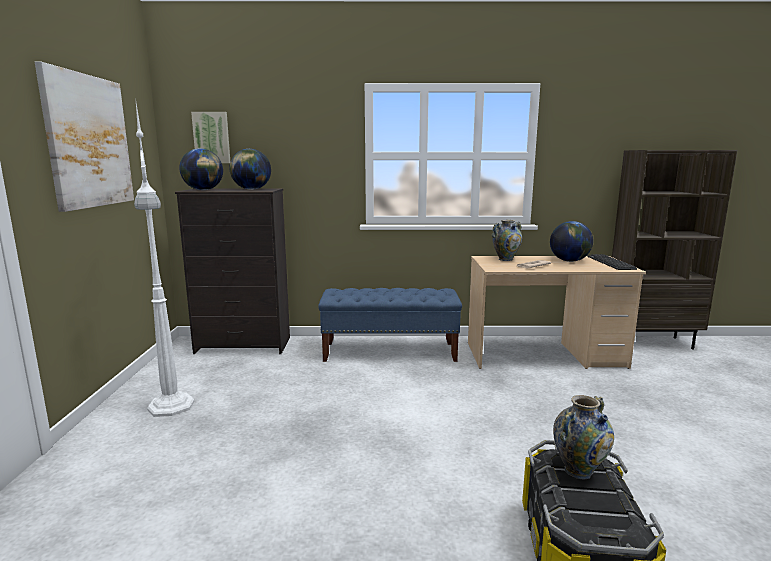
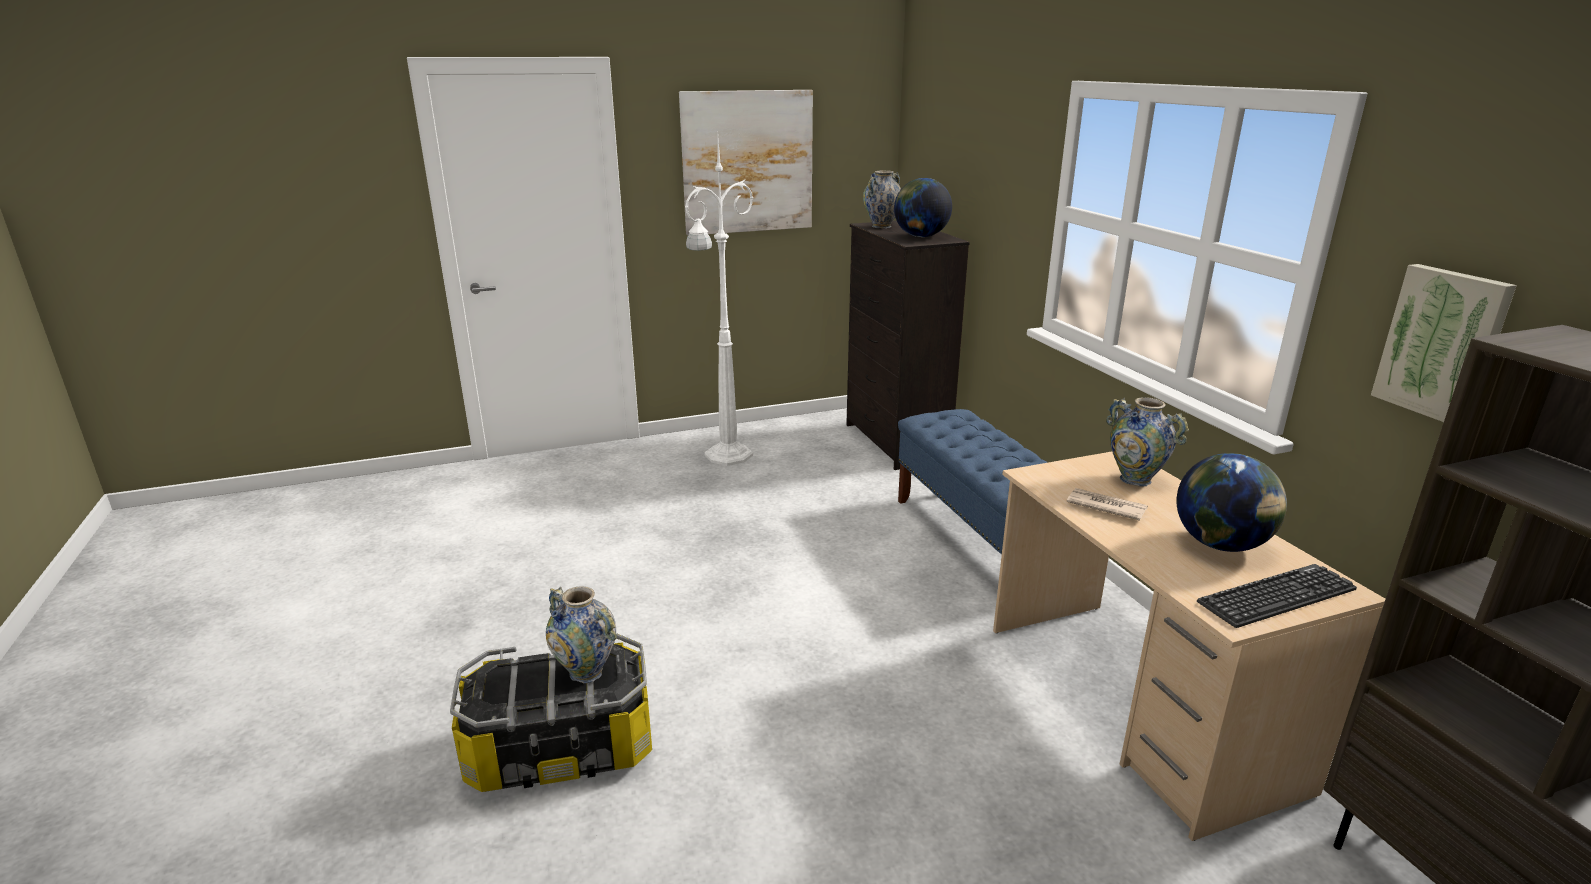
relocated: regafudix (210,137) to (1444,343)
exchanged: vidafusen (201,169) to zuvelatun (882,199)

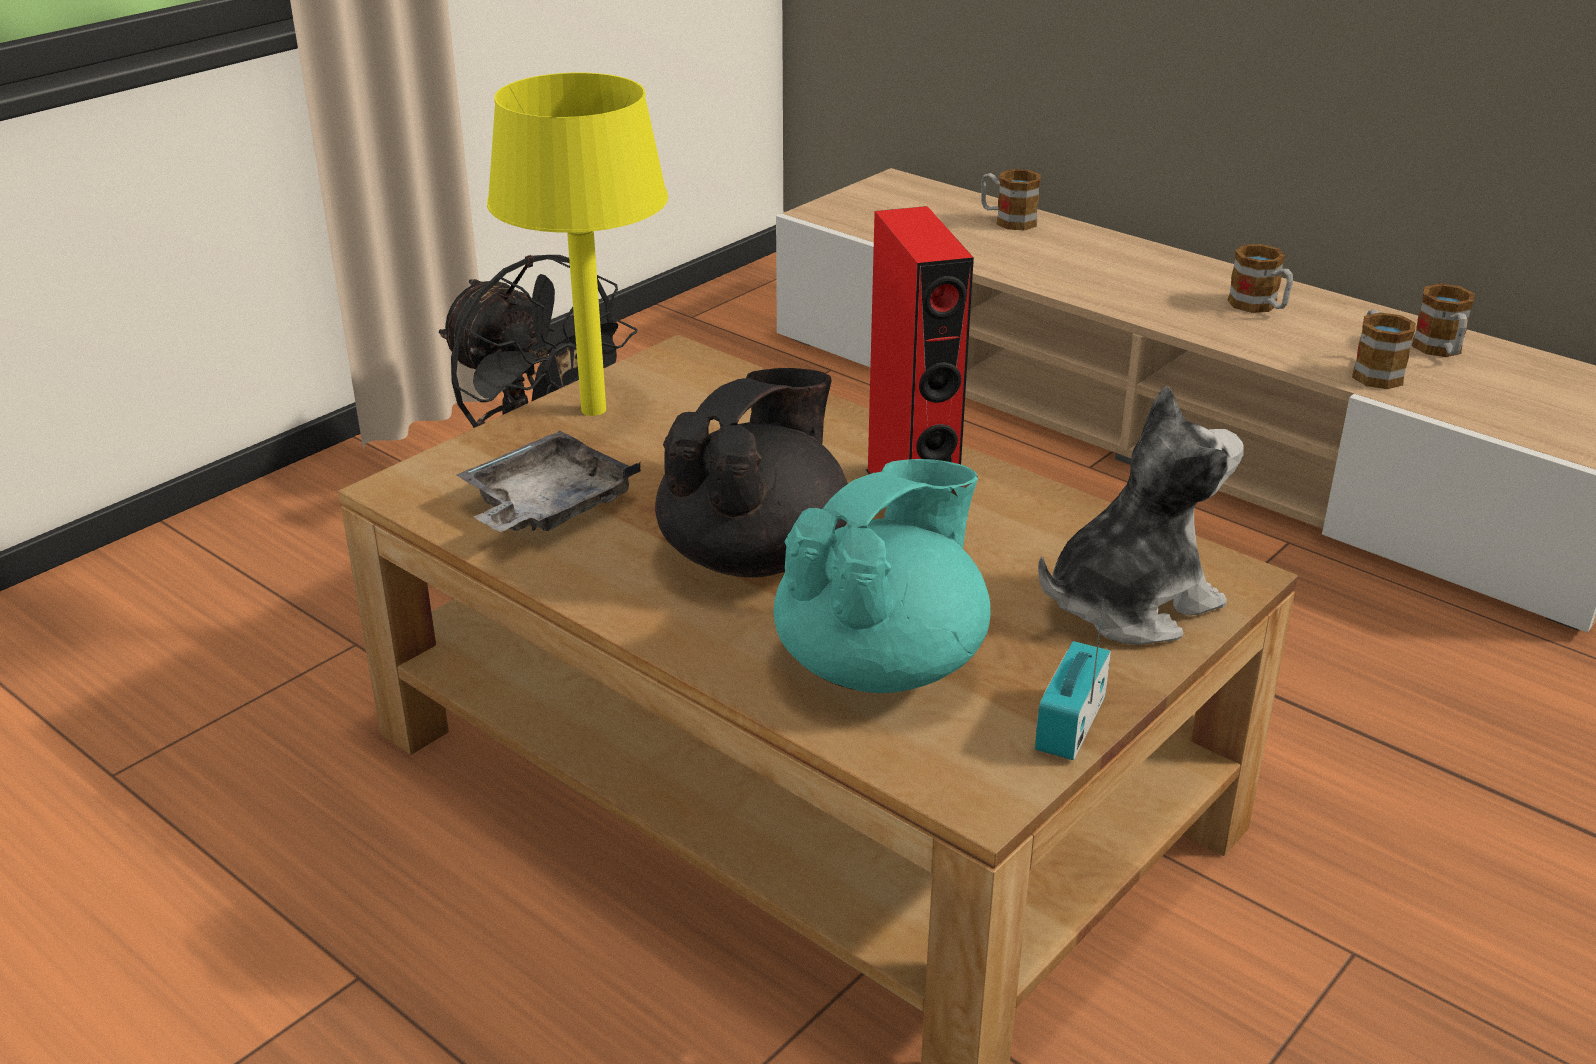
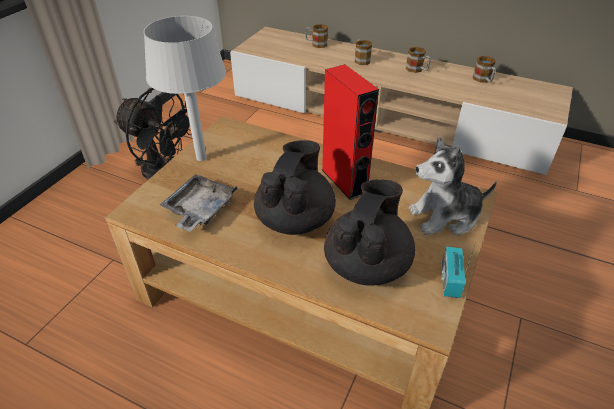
relocated: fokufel (1384,349) to (363,52)
colour: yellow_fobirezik (577,244) to grey_fobirezik (185,88); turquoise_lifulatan (882,576) to black_lifulatan (369,232)
spun: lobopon (1141,515) = (453,186) 150 degrees counterclockwise

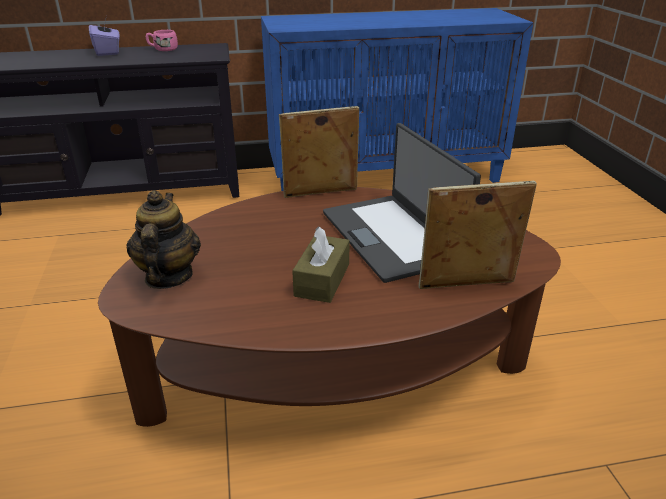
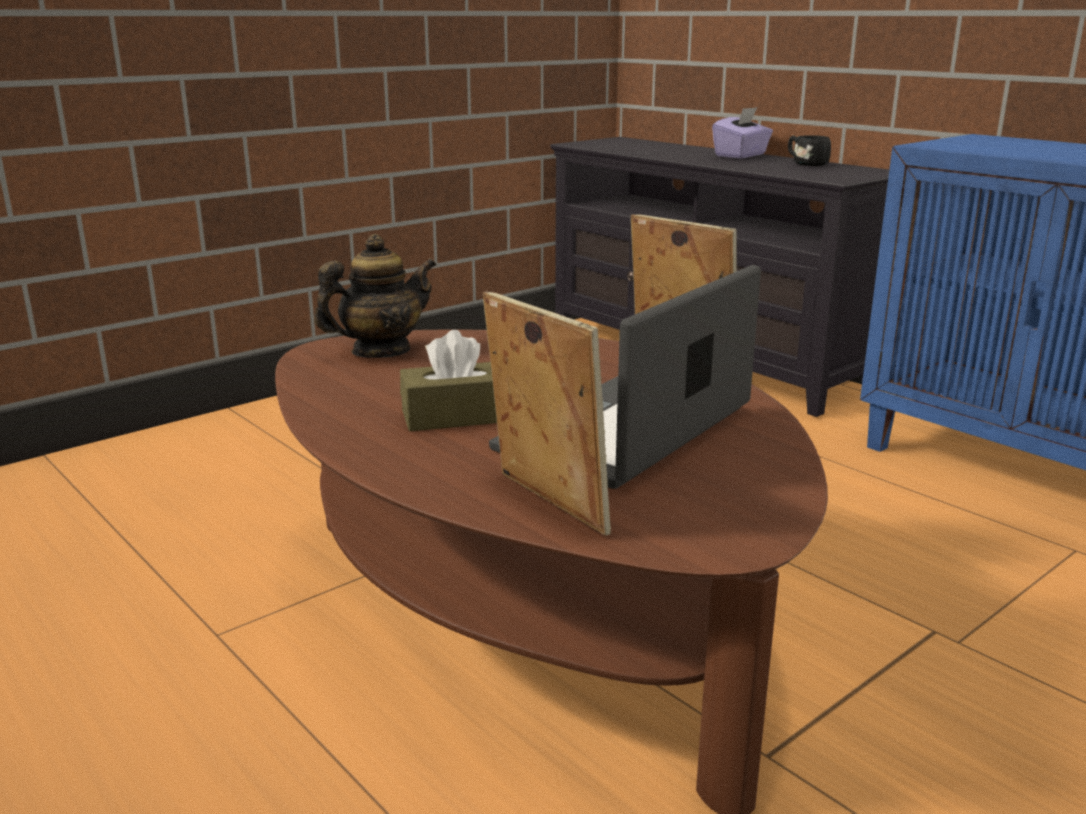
colour: pink_fokufel (162,40) to black_fokufel (809,150)

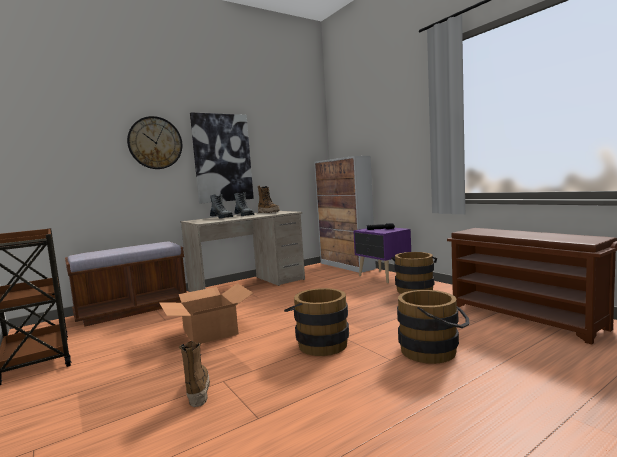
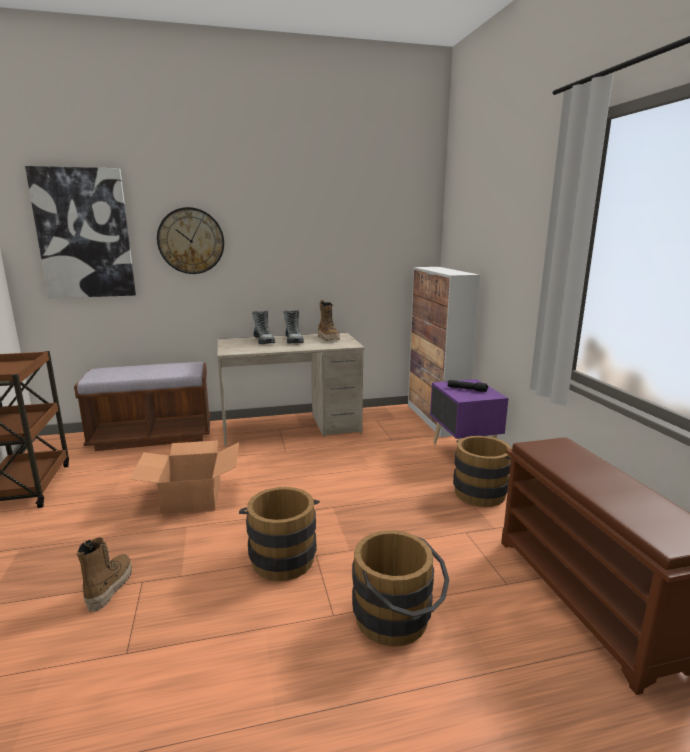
relocated: regafudix (222,158) to (80,232)

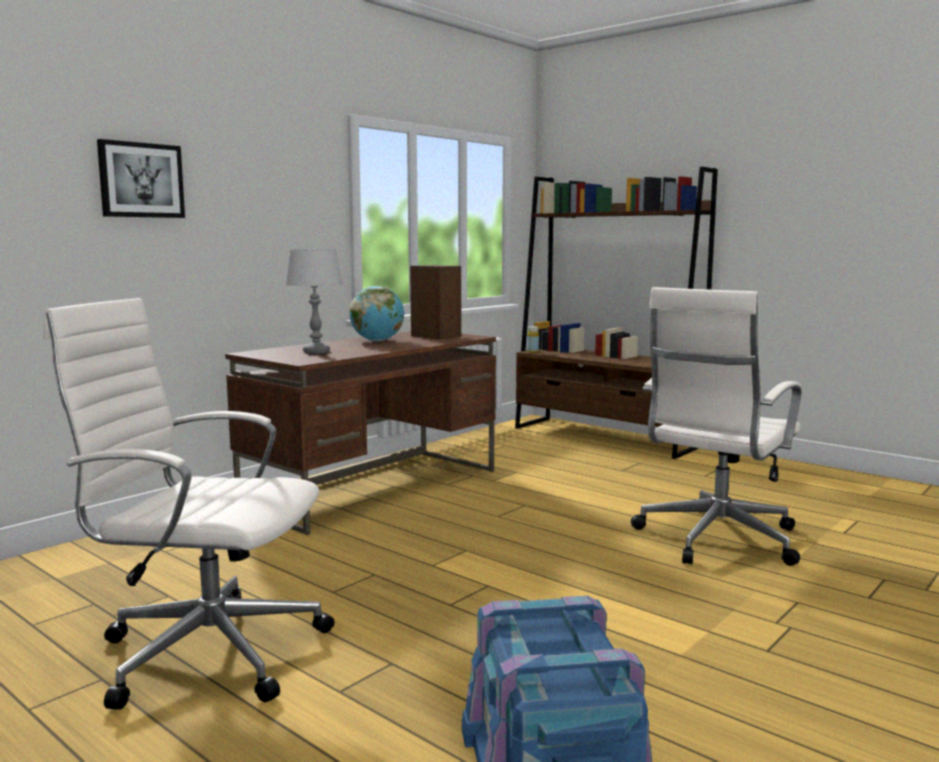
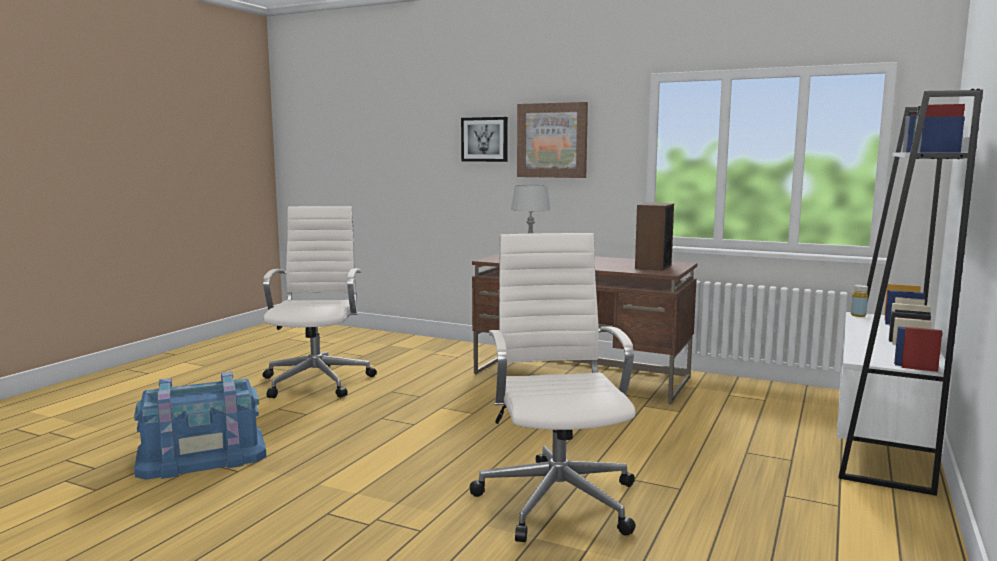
missing: vidafusen (376,313)
appeared: regafudix (552,140)
colour: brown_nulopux (616,313) to white_nulopux (910,292)
spun: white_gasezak (716,426) = (552,387) 60 degrees clockwise

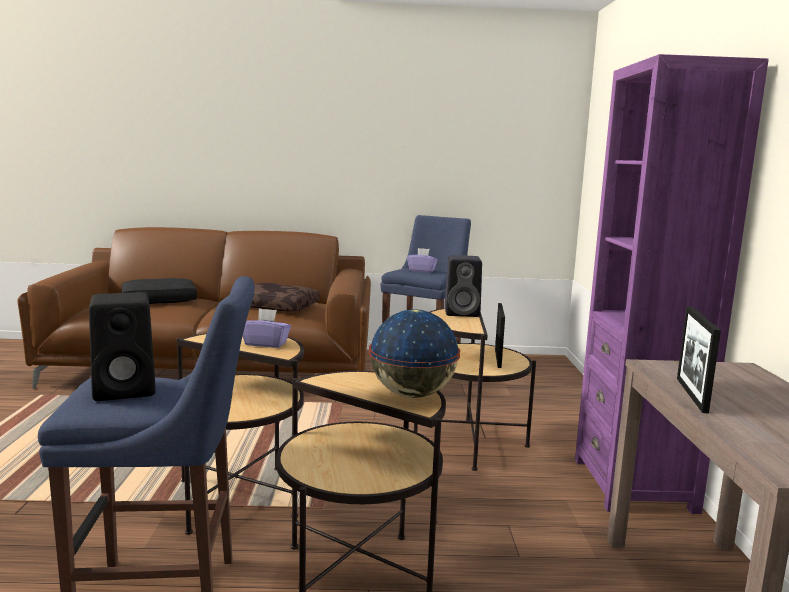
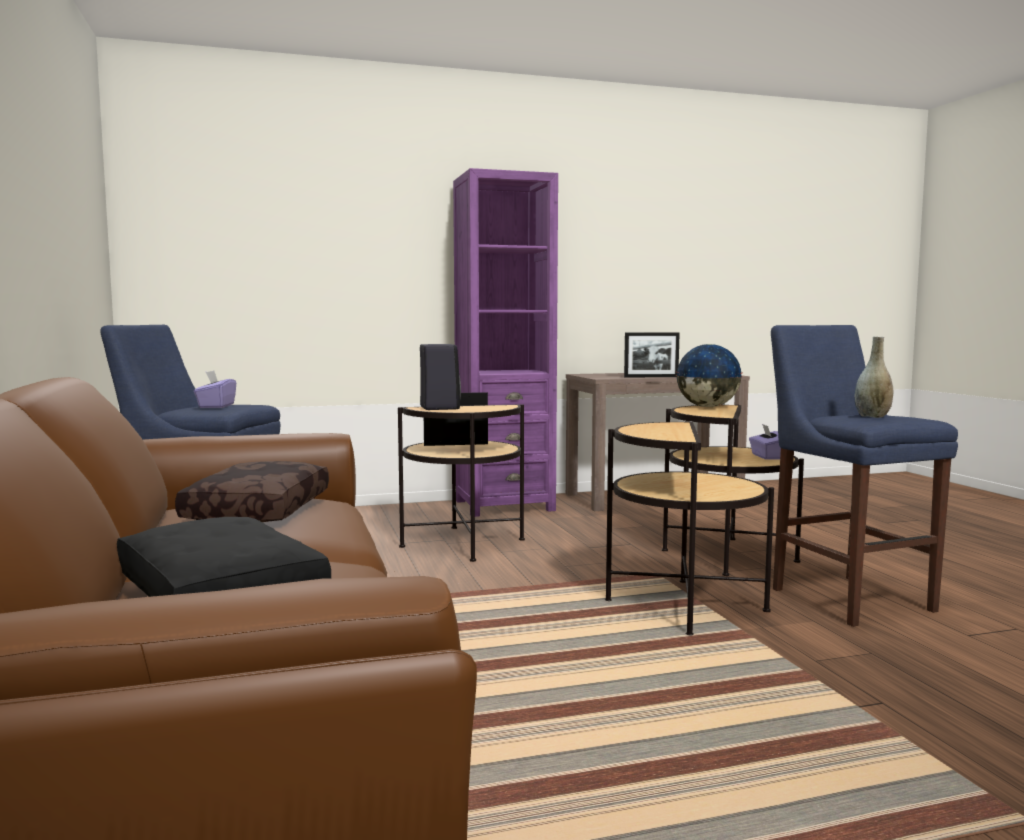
relocated: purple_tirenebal (267,328) to (765,442)
exchanged: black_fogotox (122,346) to grey_zuvelatun (873,377)

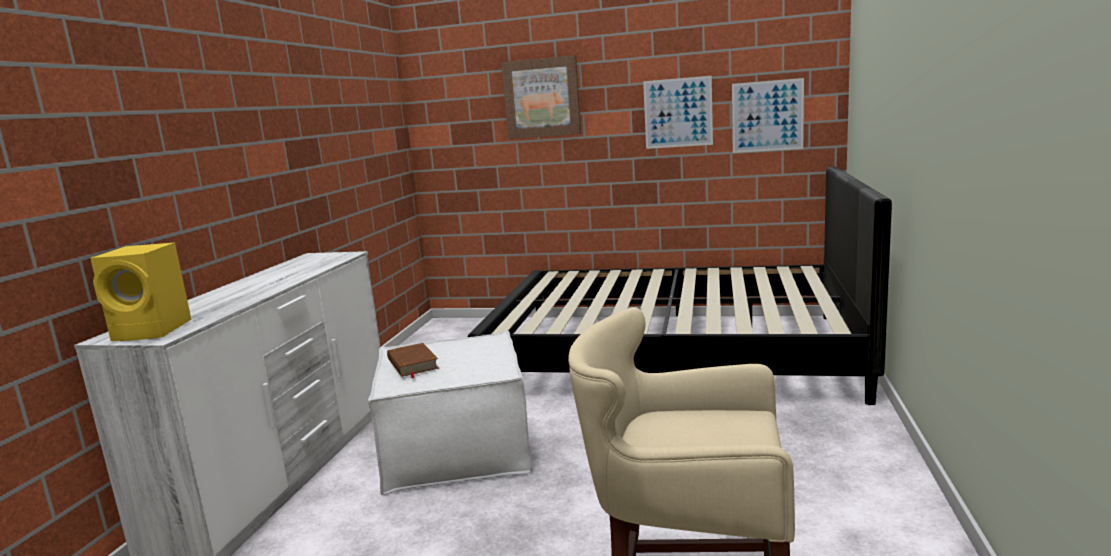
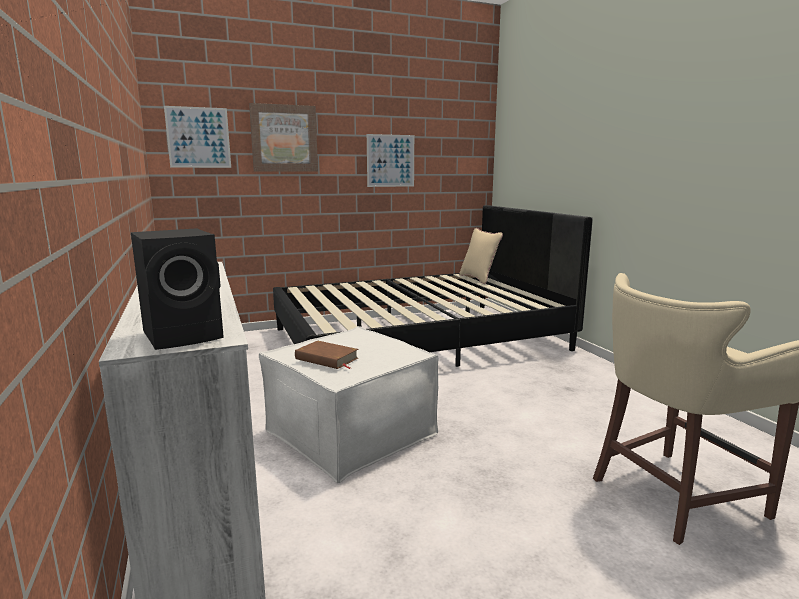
appeared: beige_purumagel (481,256)
relocated: regafudix (768,115) to (197,137)
colour: yellow_fogotox (141,292) to black_fogotox (177,289)

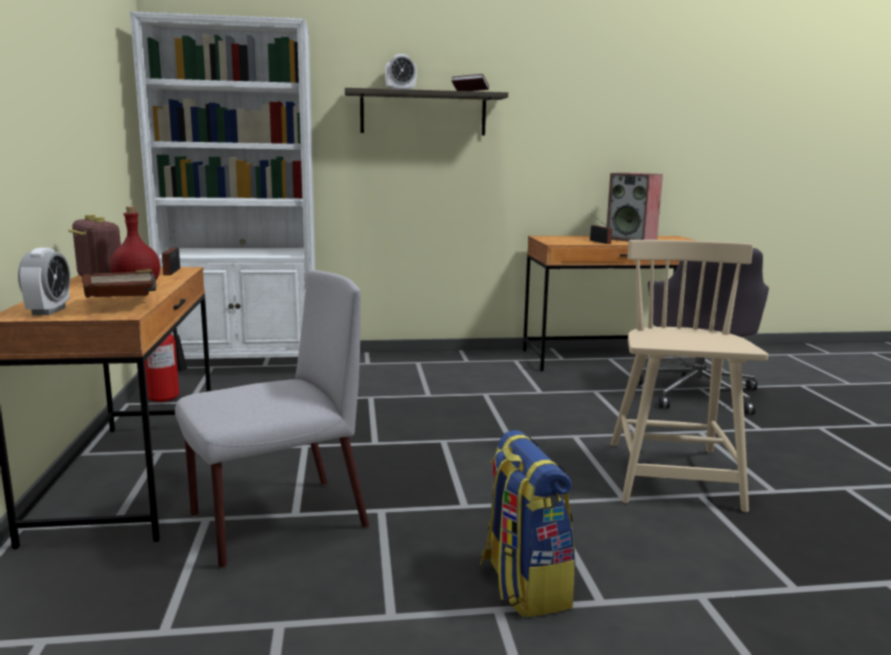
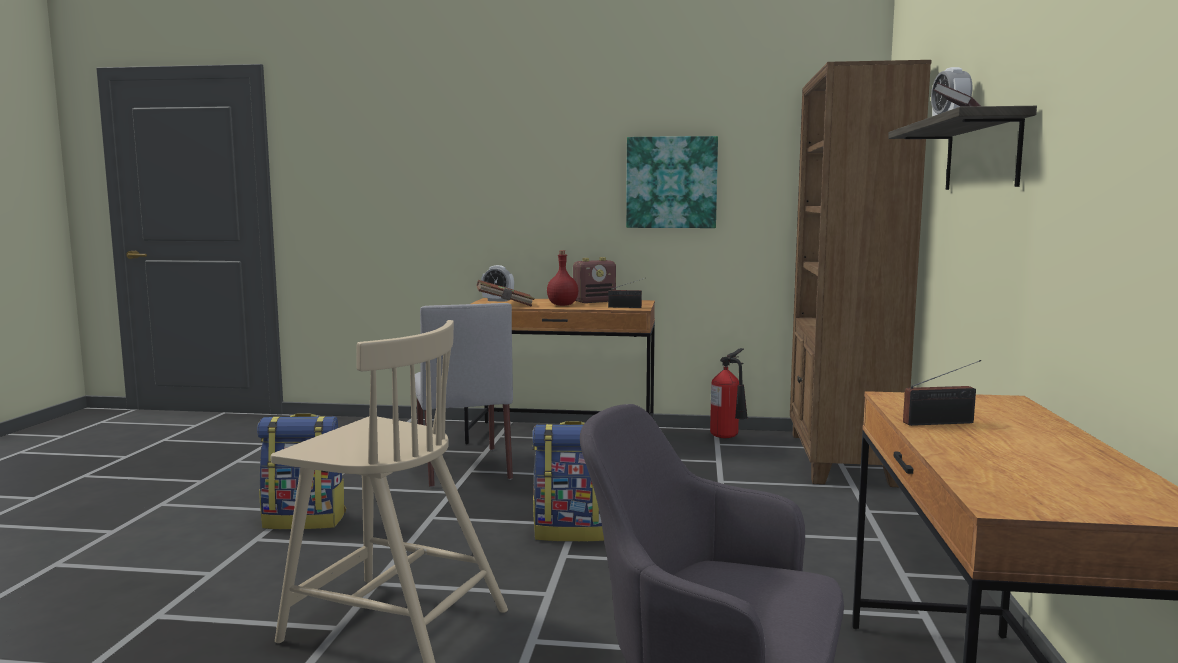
missing: fogotox (634,207)
appeared: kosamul (568,481); regafudix (672,182)
colour: white_nulopux (222,185) to brown_nulopux (861,273)

